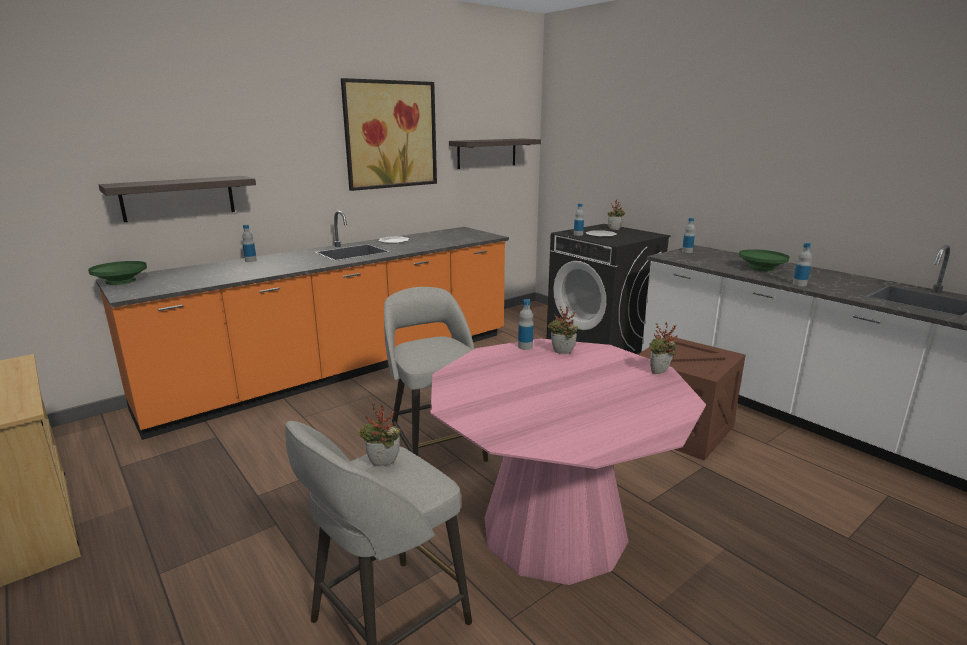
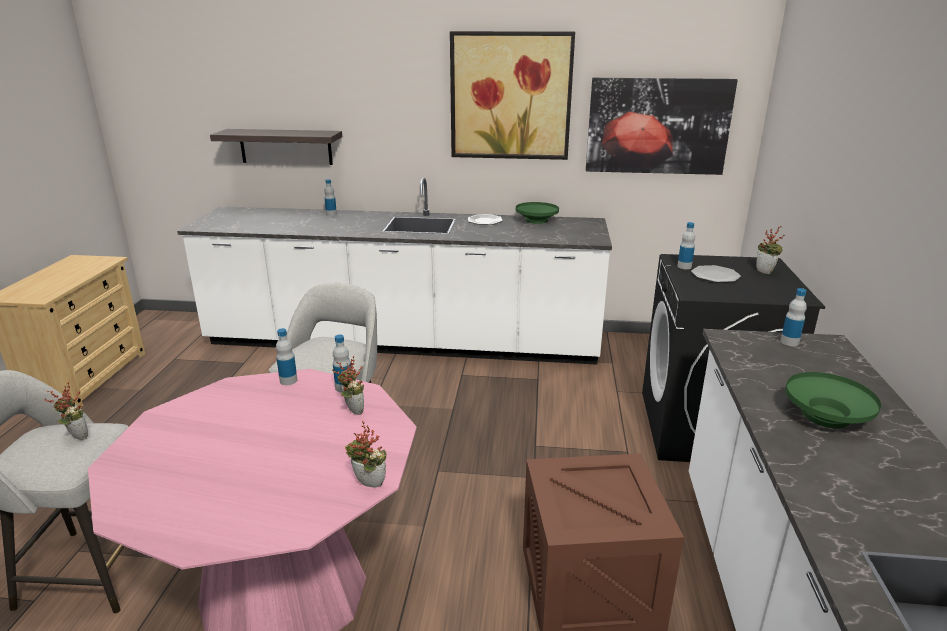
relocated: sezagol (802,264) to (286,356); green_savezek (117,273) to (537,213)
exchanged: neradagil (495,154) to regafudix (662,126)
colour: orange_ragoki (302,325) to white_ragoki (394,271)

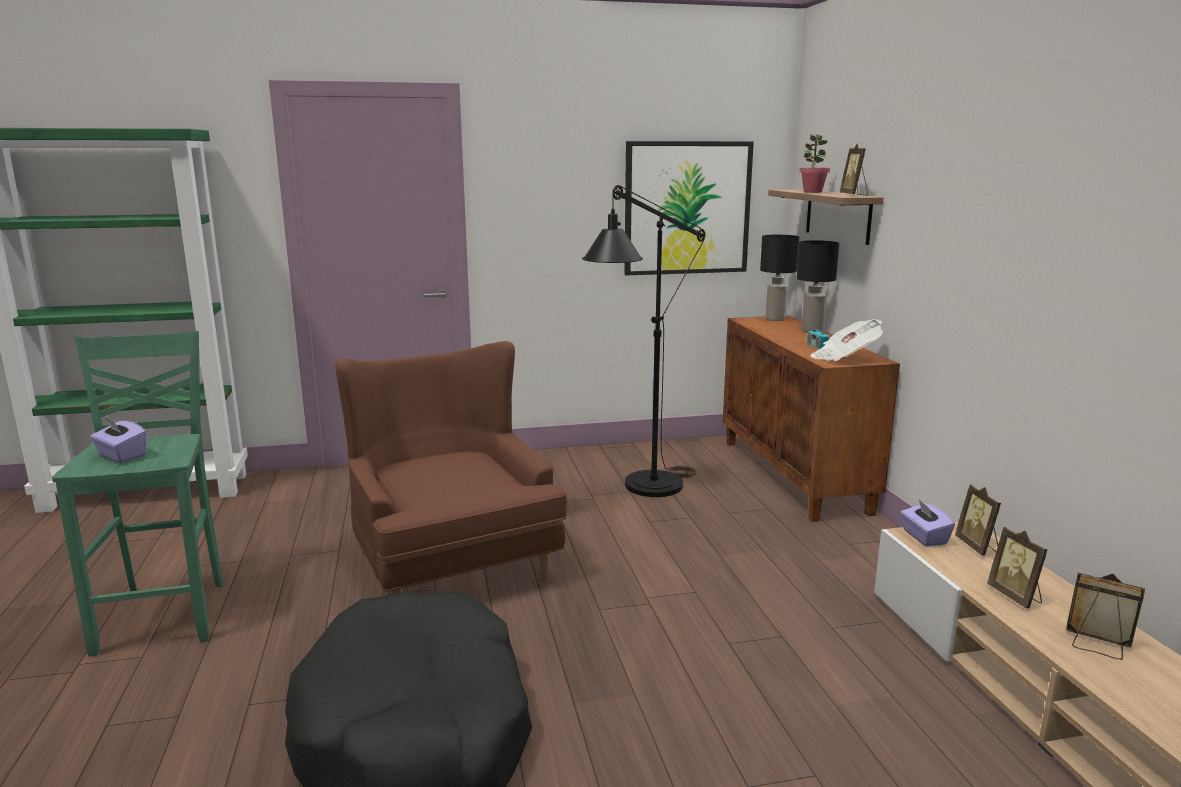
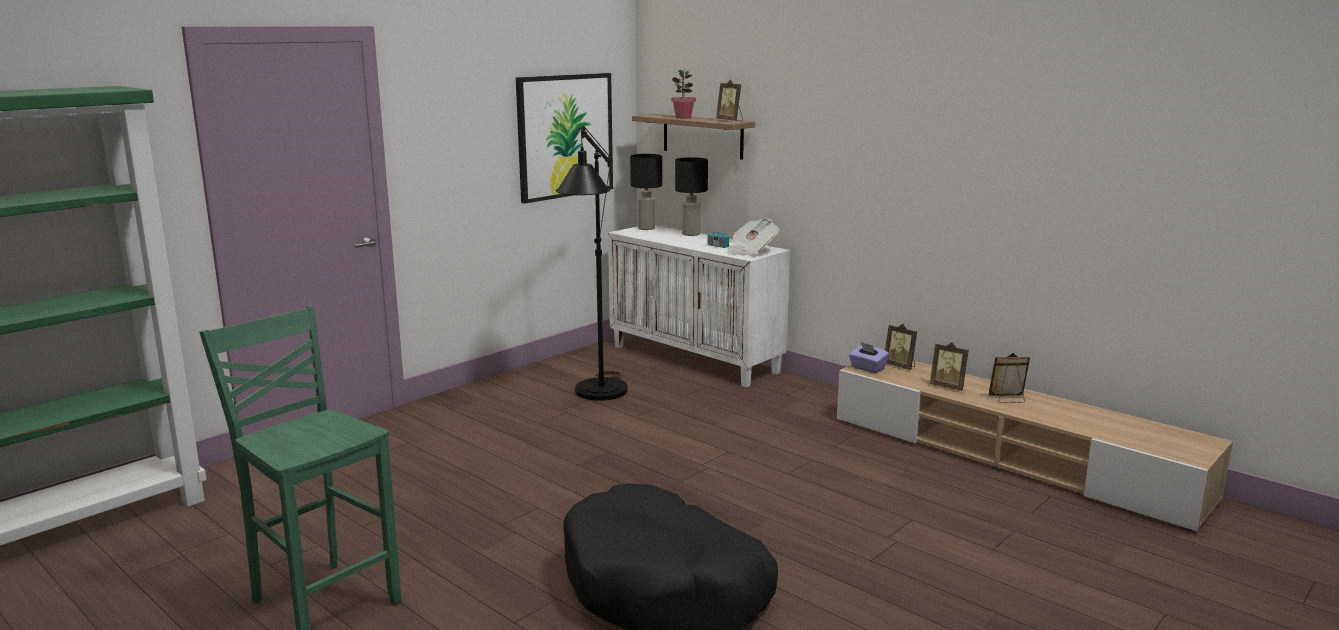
missing: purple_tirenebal (118,440); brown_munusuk (451,467)
colour: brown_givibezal (811,418) to white_givibezal (699,306)

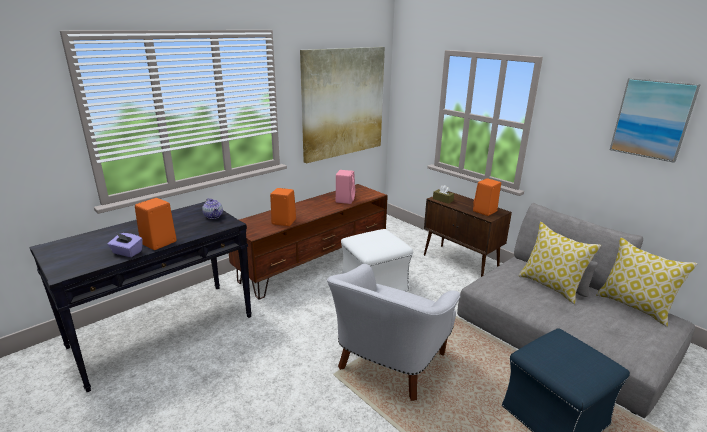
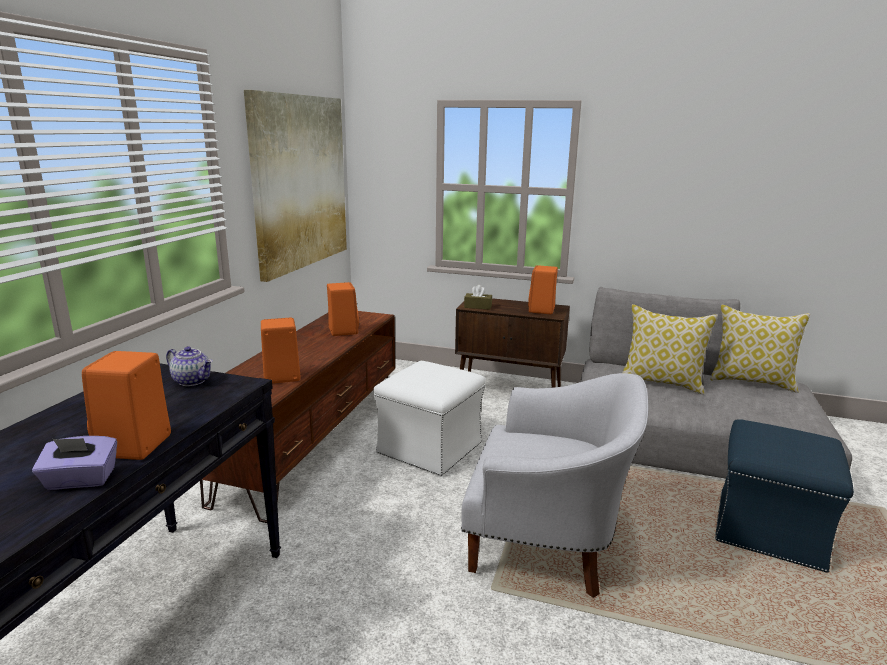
missing: regafudix (655,120)
colour: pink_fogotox (345,187) to orange_fogotox (343,309)
spun: white_munusuk (394,332) = (554,485) 75 degrees counterclockwise

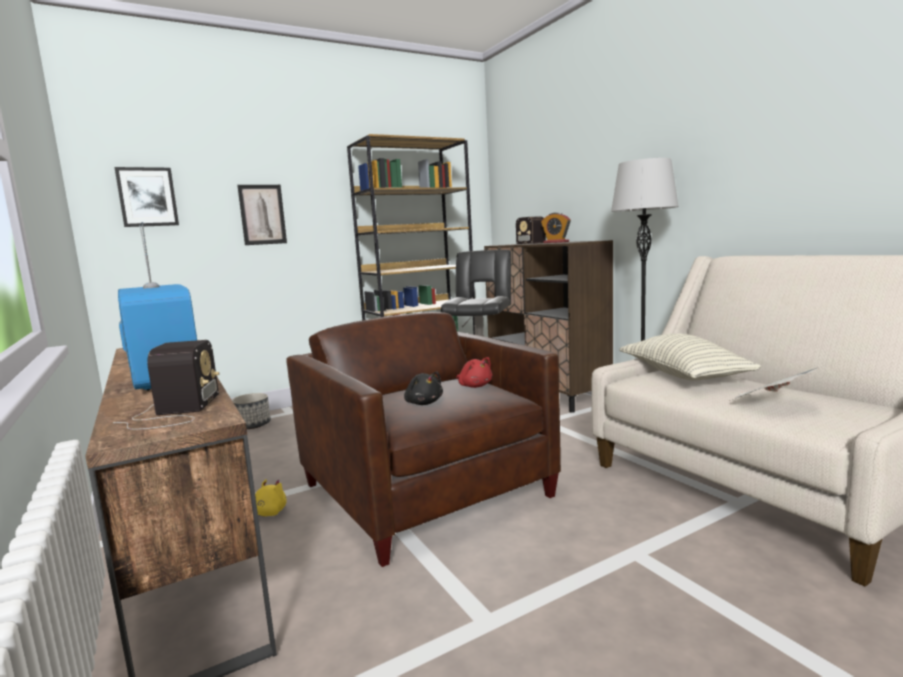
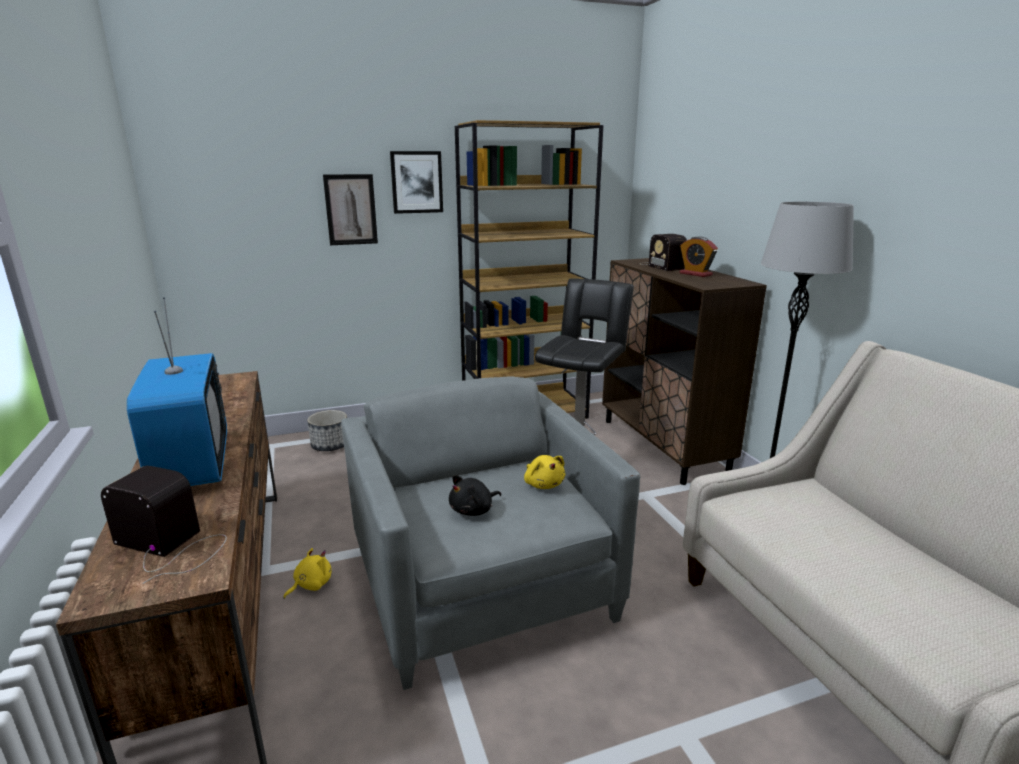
missing: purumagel (690,356); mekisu (773,384)
relocated: regafudix (147,197) to (416,182)
colour: brown_munusuk (423,439) to grey_munusuk (490,533); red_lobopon (474,372) to yellow_lobopon (544,472)
spun: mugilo (166,385) = (164,525) 75 degrees counterclockwise; black_lobopon (423,388) = (475,495) 75 degrees clockwise

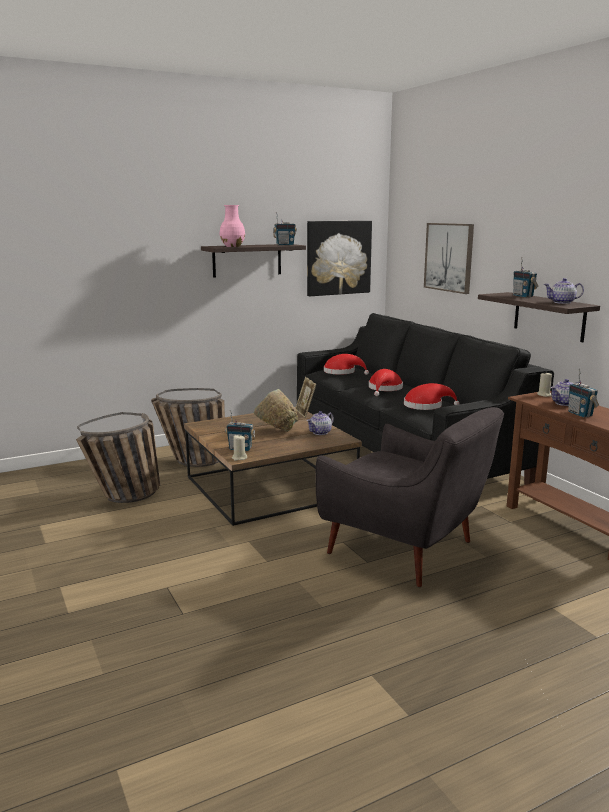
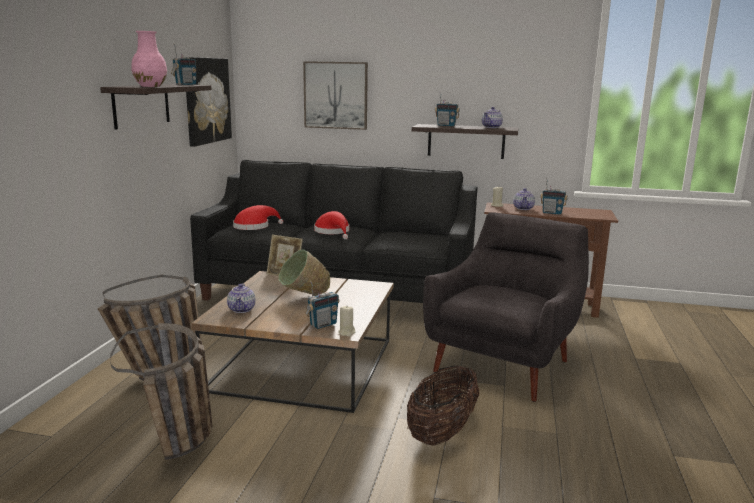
missing: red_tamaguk (432,396)
appeared: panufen (443,405)
relocated: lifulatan (320,423) to (241,298)
spun: grey_munusuk (409,497) = (506,307) 45 degrees counterclockwise

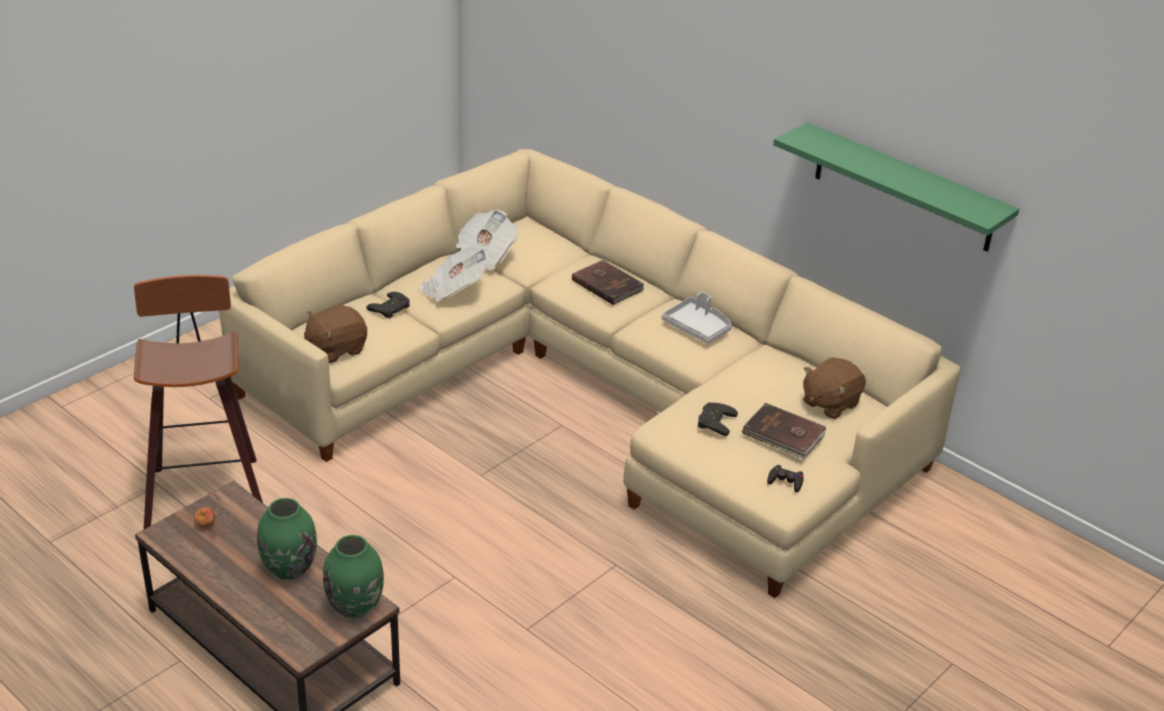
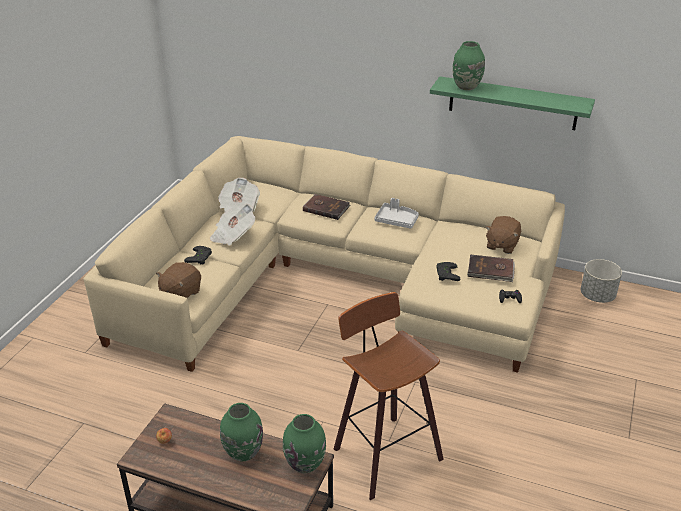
appeared: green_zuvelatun (468,65); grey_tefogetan (601,281)
relocated: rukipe (198,402) to (389,396)

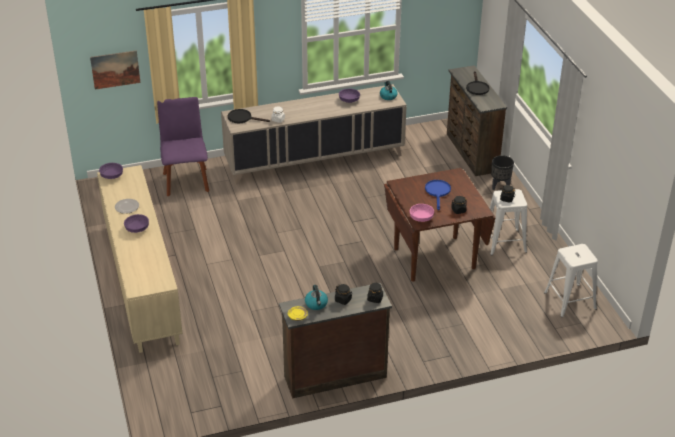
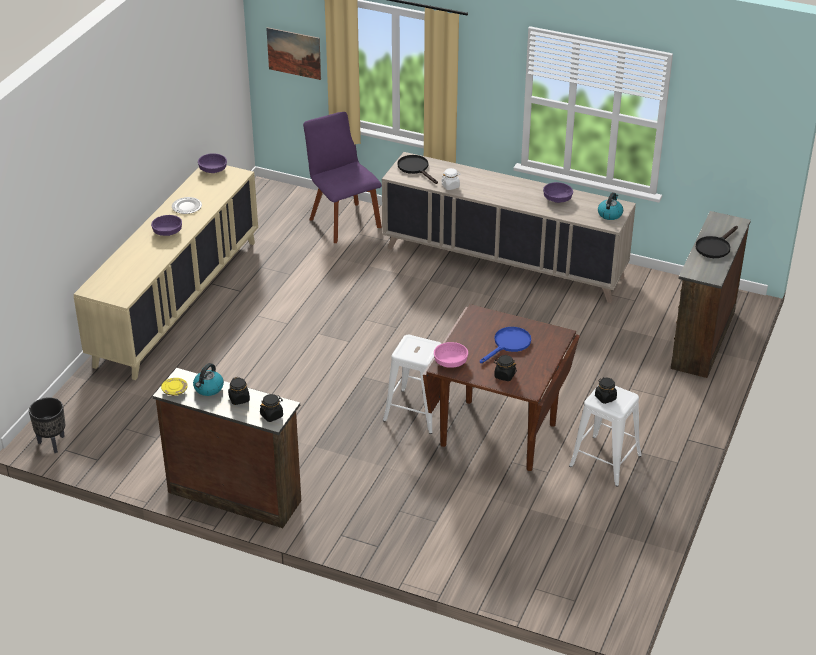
relocated: black_tefogetan (502,172) to (47,425); white_rukipe (571,280) to (416,384)
spun: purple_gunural (183,146) = (342,177) 60 degrees counterclockwise

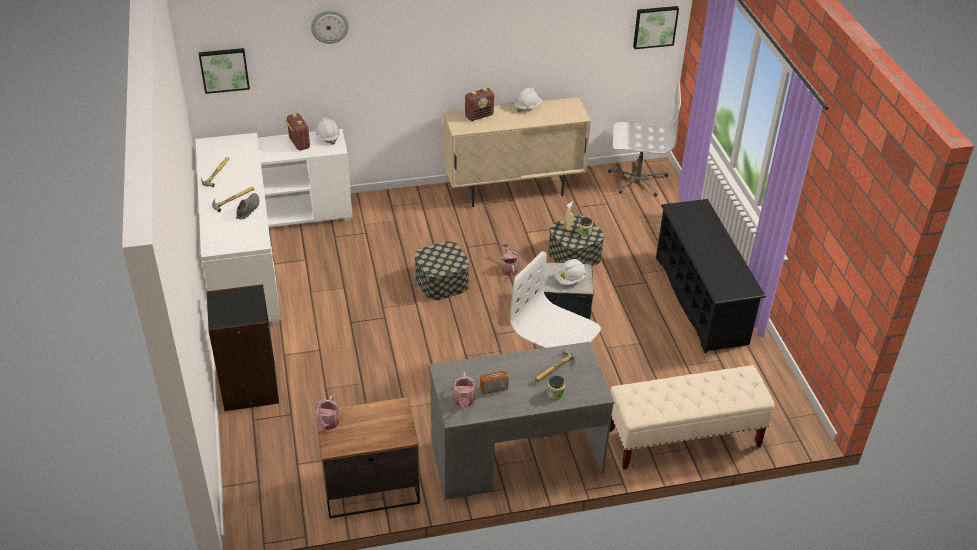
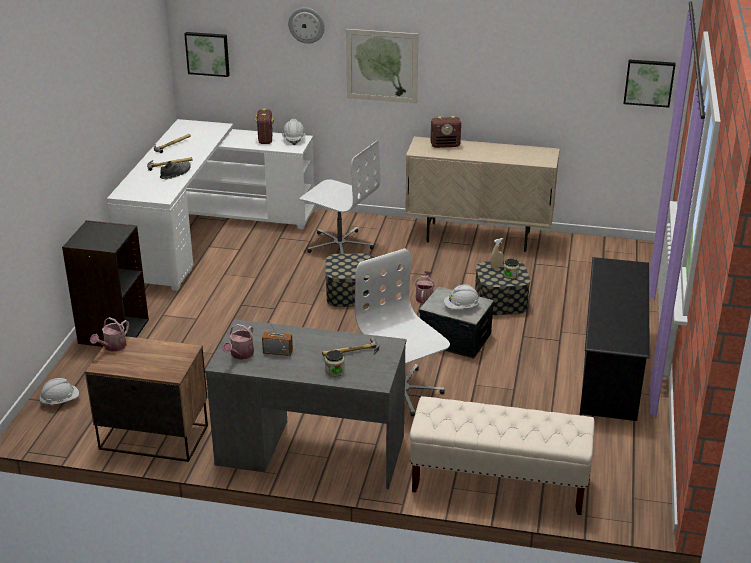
appeared: regafudix (382,66)
relocated: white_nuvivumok (528,100) to (59,392); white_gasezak (644,139) to (340,197)

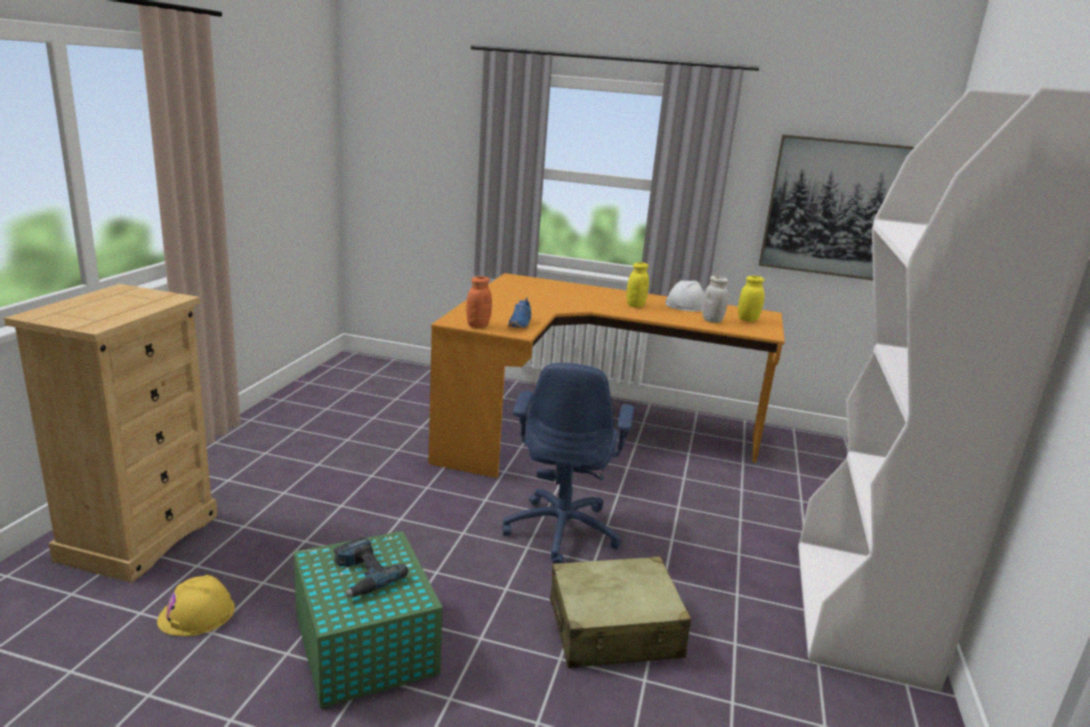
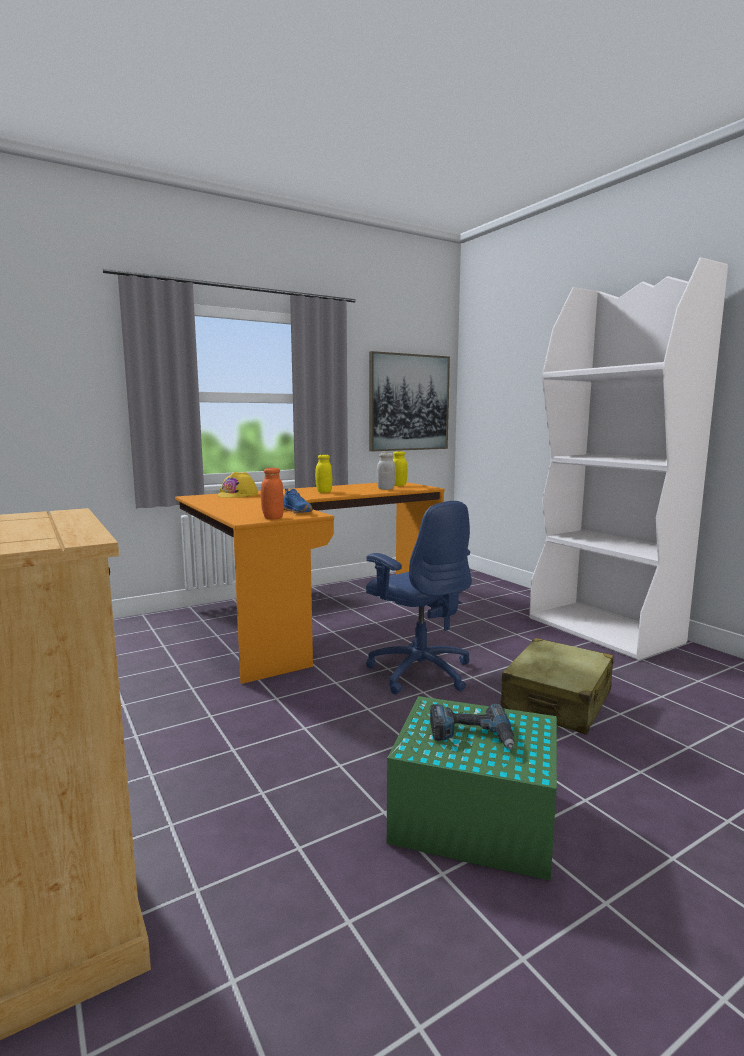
missing: white_nuvivumok (684,295)
relocated: yellow_nuvivumok (196,605) to (238,485)

